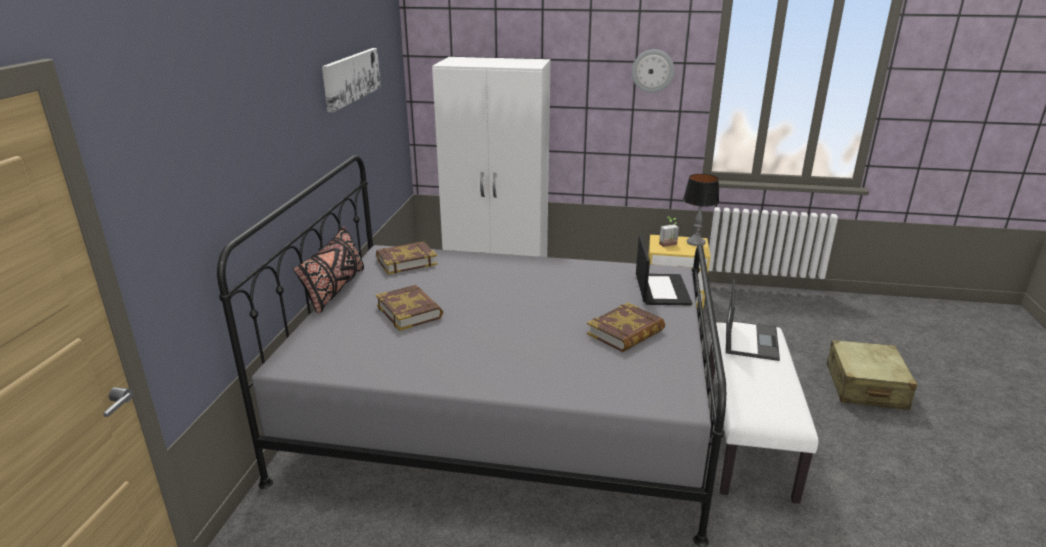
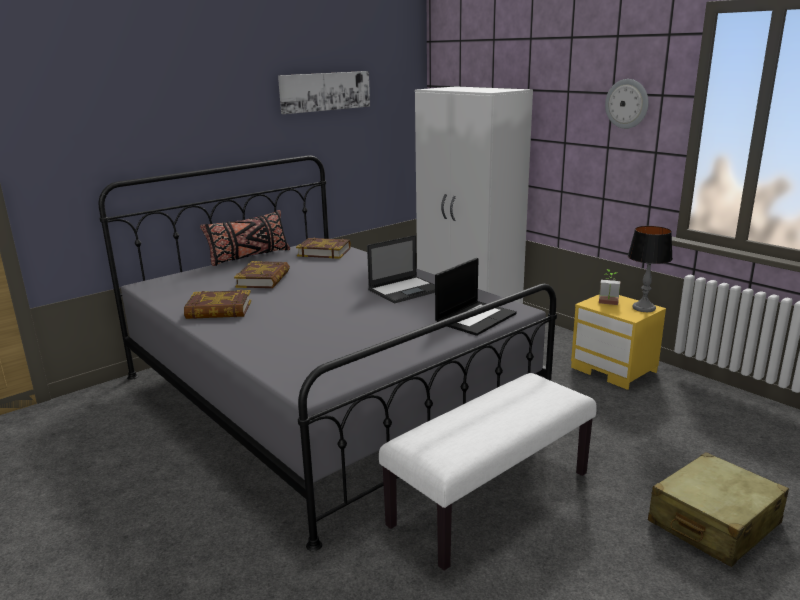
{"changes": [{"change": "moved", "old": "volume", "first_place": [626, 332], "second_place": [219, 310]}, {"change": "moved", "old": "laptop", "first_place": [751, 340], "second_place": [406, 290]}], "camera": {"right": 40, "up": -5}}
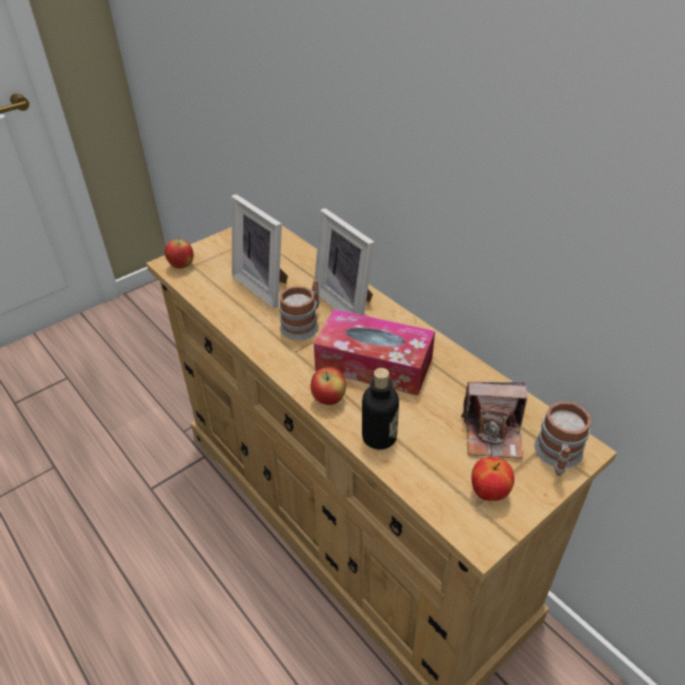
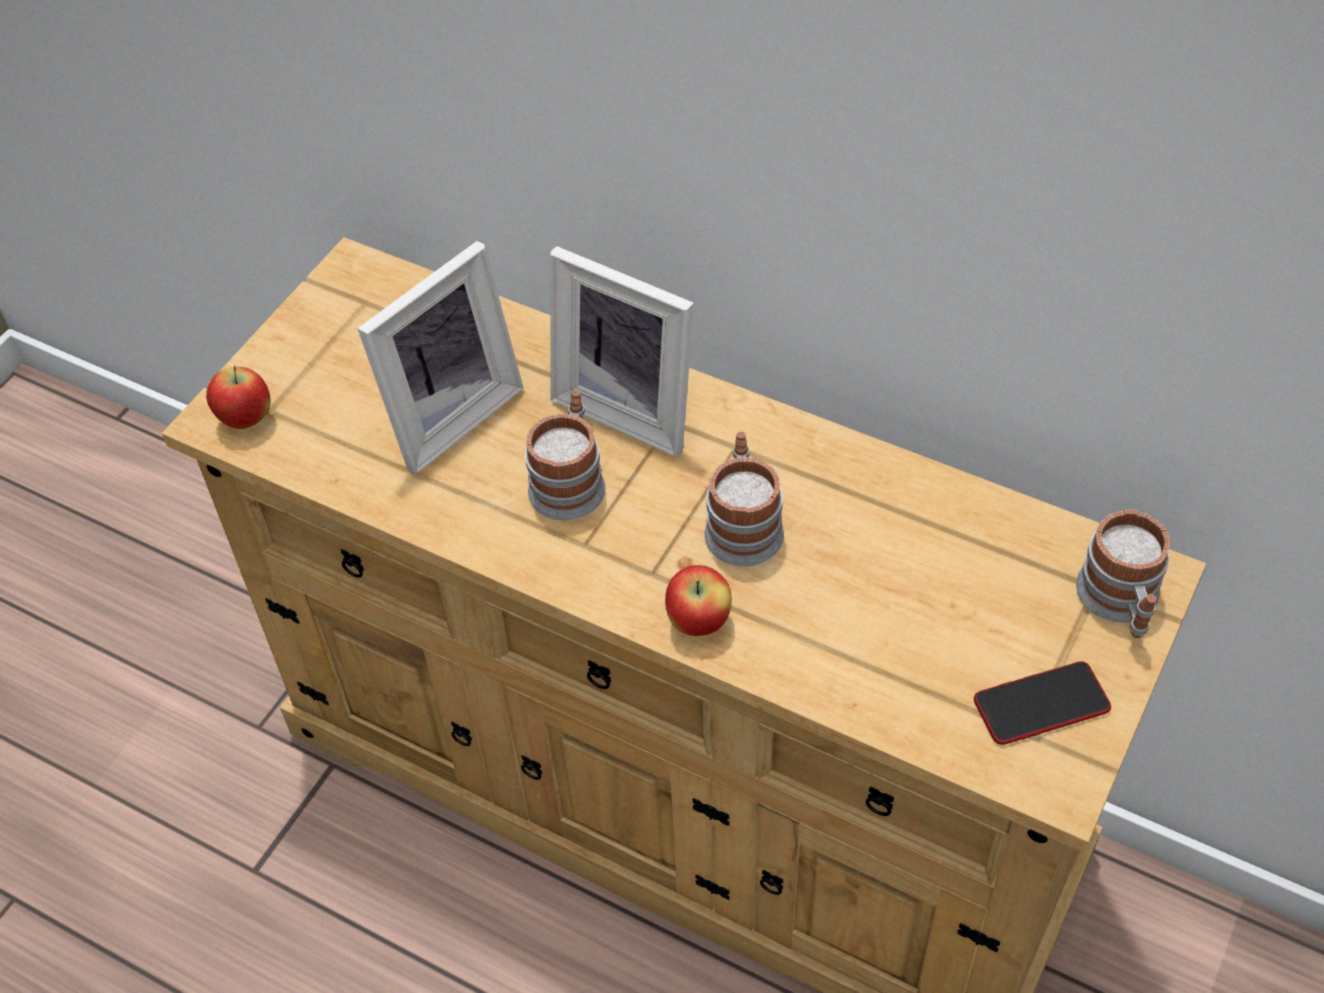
{"changes": [{"change": "removed", "old": "beverage bottle", "first_place": [379, 437]}, {"change": "removed", "old": "photo camera", "first_place": [493, 434]}, {"change": "replaced", "old": "tissue holder", "new": "coffee mug", "first_place": [374, 364], "second_place": [743, 524]}, {"change": "replaced", "old": "apple", "new": "handset", "first_place": [489, 493], "second_place": [1041, 704]}, {"change": "turned", "old": "photo frame", "first_place": [265, 285], "second_place": [447, 415], "degrees": -75}], "camera": {"right": -20, "up": 10}}
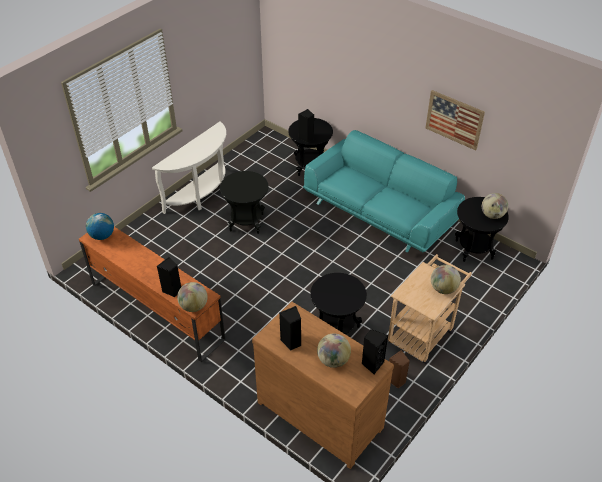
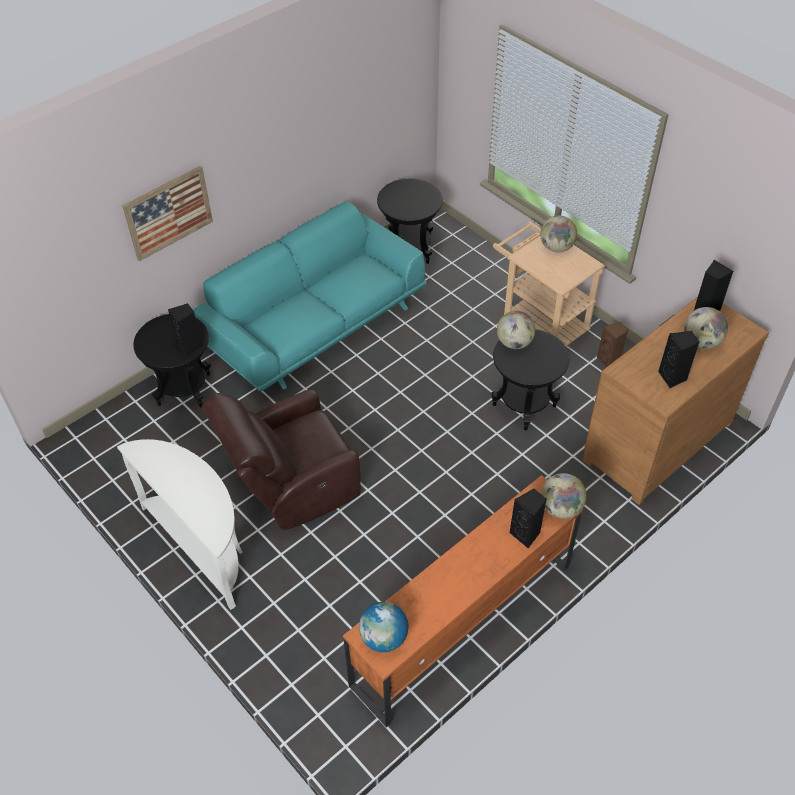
{"changes": [{"change": "moved", "old": "picture", "first_place": [454, 119], "second_place": [168, 213]}, {"change": "moved", "old": "world globe", "first_place": [492, 215], "second_place": [514, 343]}, {"change": "replaced", "old": "side table/blackish", "new": "armchair/brown-coloured", "first_place": [246, 222], "second_place": [292, 486]}], "camera": {"right": -80, "up": 5}}
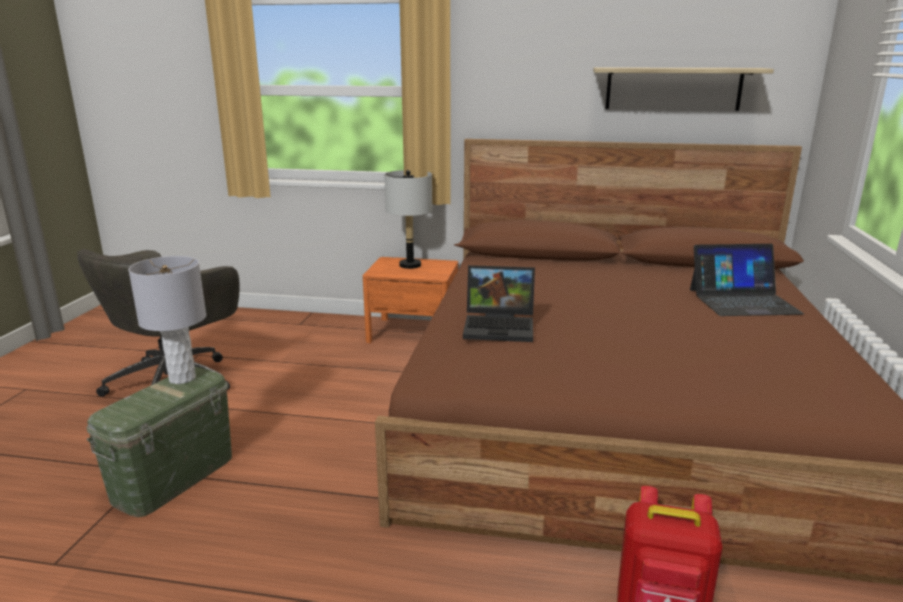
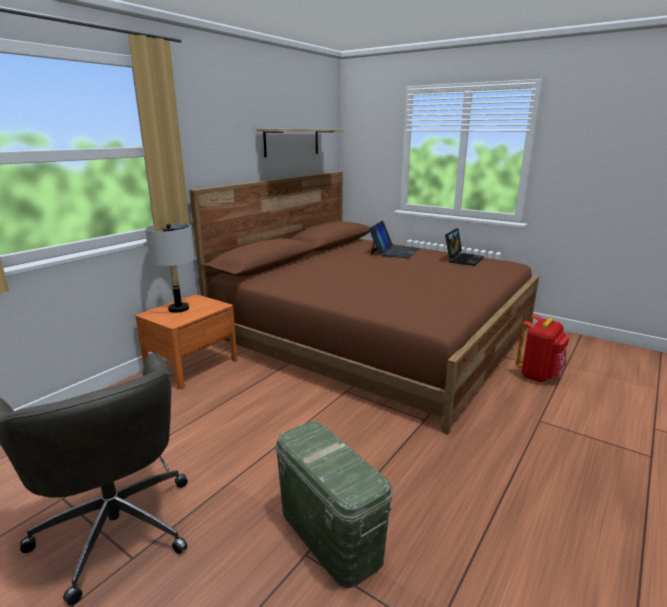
{"changes": [{"change": "removed", "old": "tabletop lamp/grey", "first_place": [182, 378]}, {"change": "moved", "old": "laptop", "first_place": [501, 327], "second_place": [462, 259]}], "camera": {"right": -65, "up": 0}}
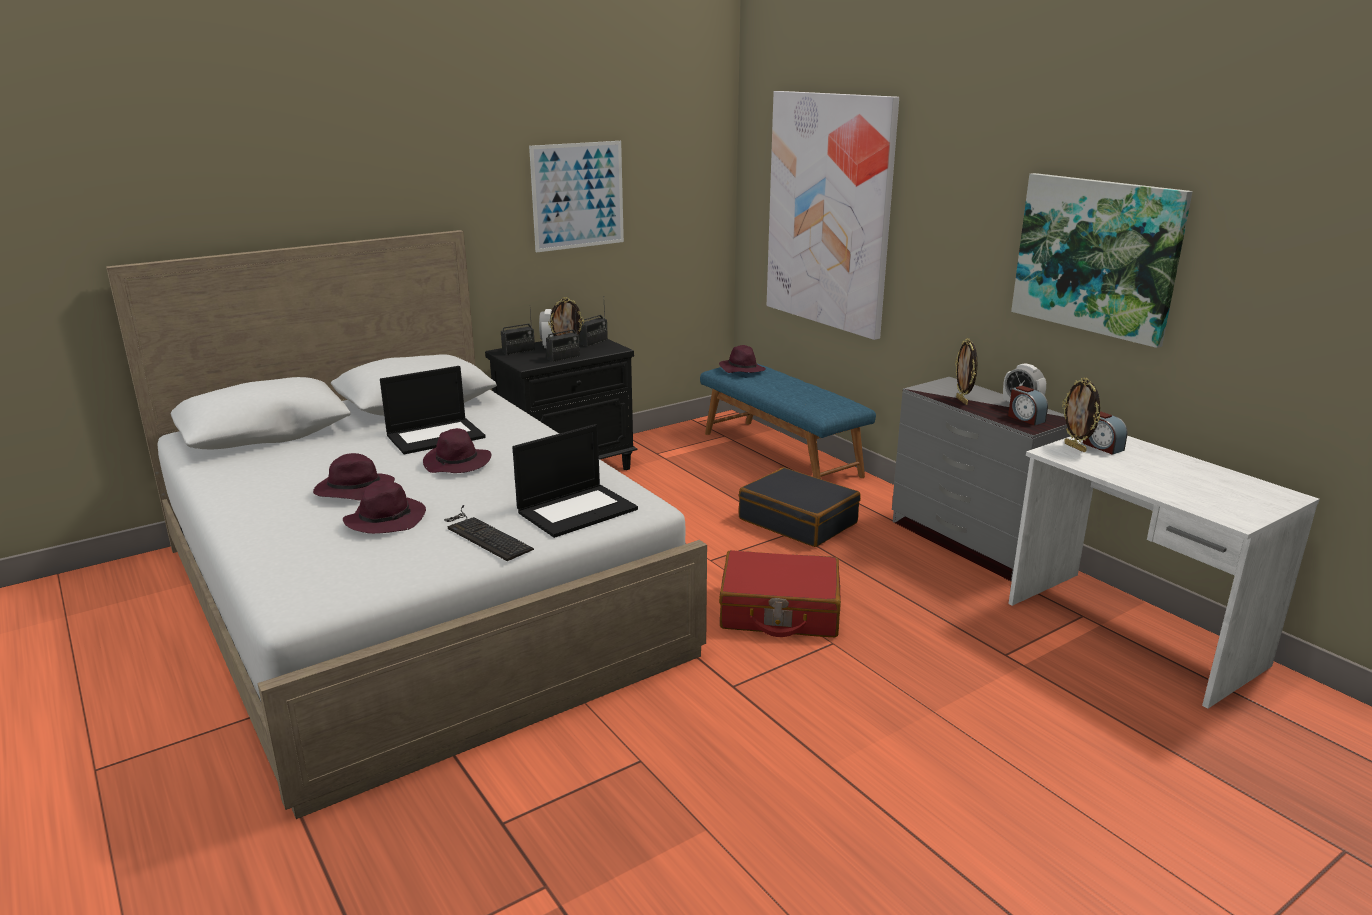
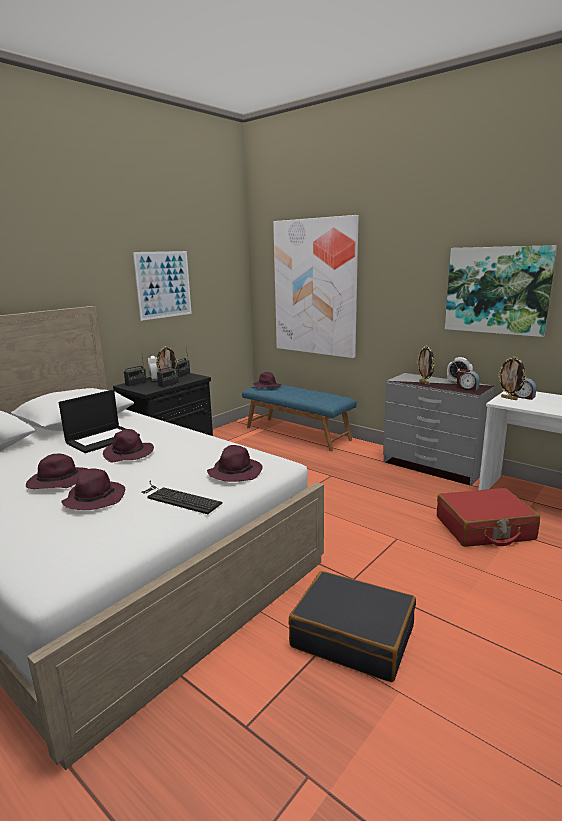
{"changes": [{"change": "moved", "old": "travel case/red-coloured", "first_place": [779, 611], "second_place": [484, 528]}, {"change": "moved", "old": "travel case/blackish", "first_place": [798, 521], "second_place": [353, 636]}, {"change": "replaced", "old": "laptop", "new": "wearable hat/purple-coloured", "first_place": [577, 510], "second_place": [235, 472]}], "camera": {"right": -15, "up": -5}}
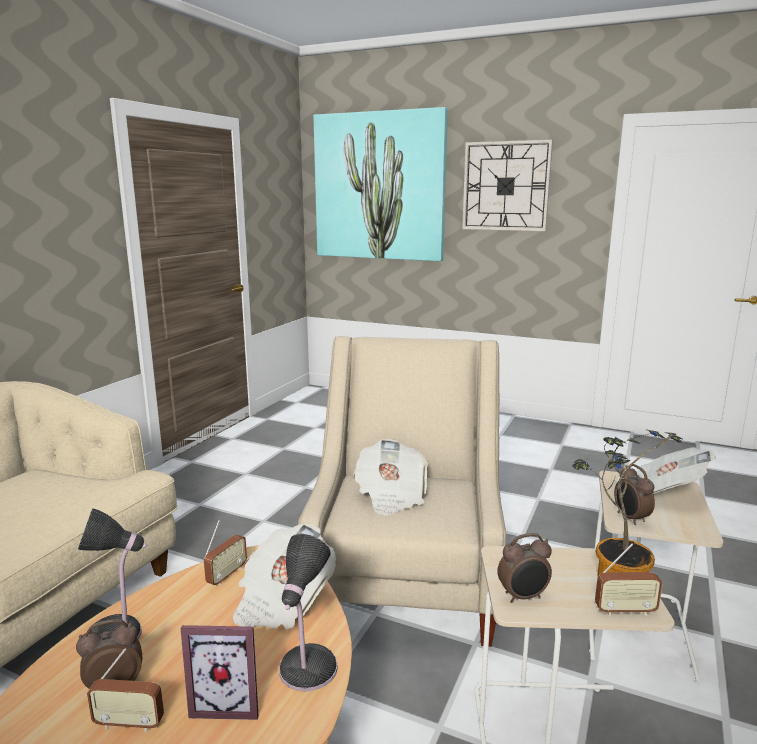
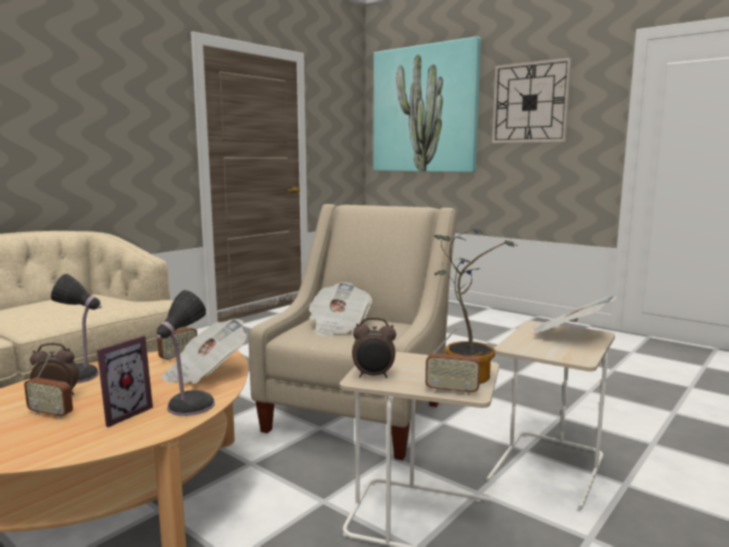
{"changes": [{"change": "removed", "old": "table clock", "first_place": [630, 518]}, {"change": "turned", "old": "photo frame", "first_place": [228, 703], "second_place": [121, 413], "degrees": -75}], "camera": {"right": 15, "up": -5}}
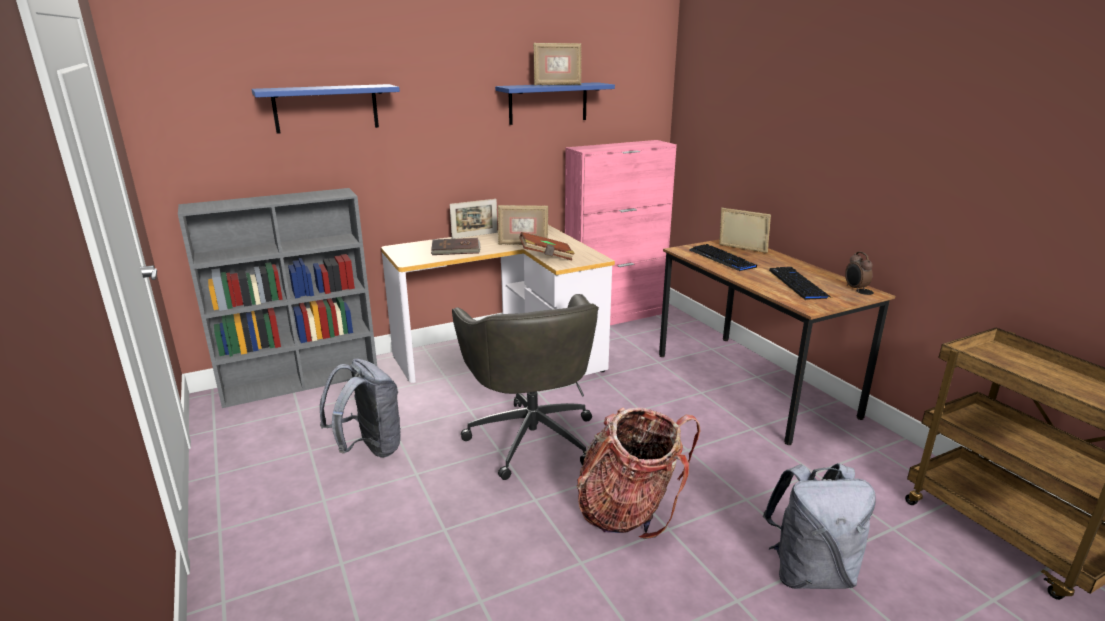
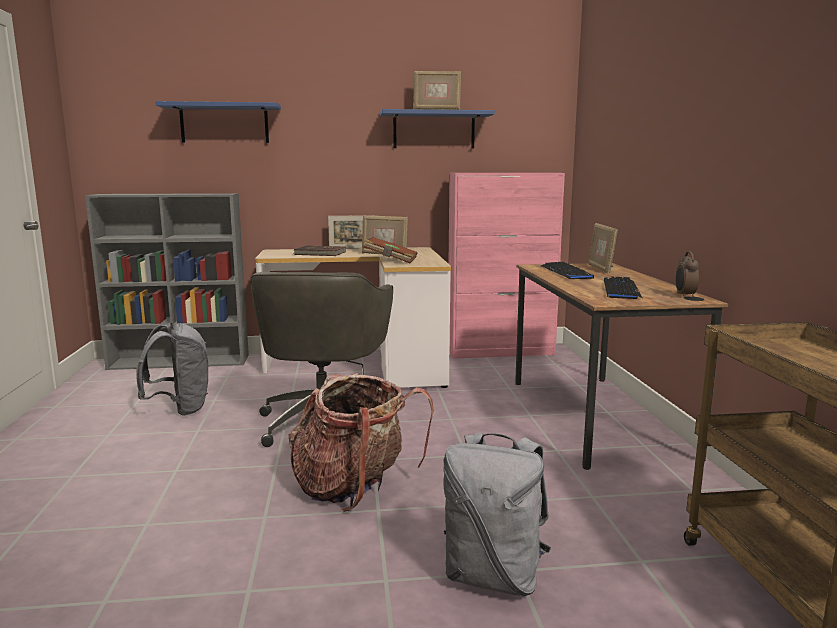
{"changes": [{"change": "turned", "old": "photo frame", "first_place": [742, 249], "second_place": [600, 269], "degrees": -150}], "camera": {"right": 20, "up": -10}}
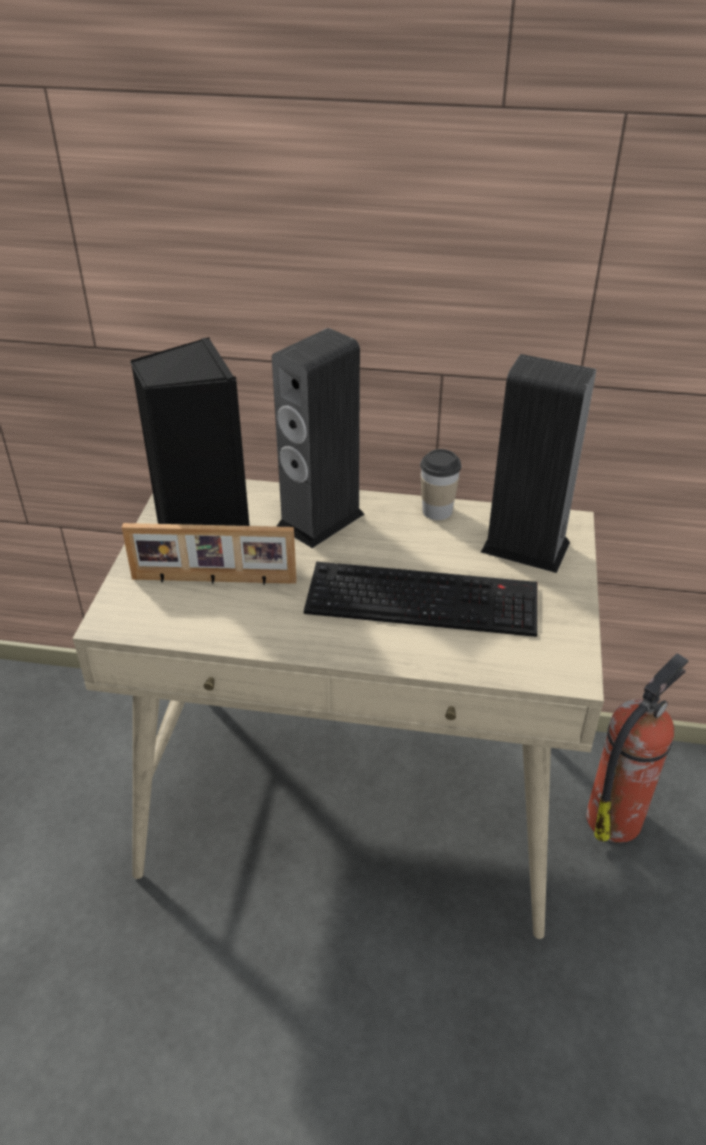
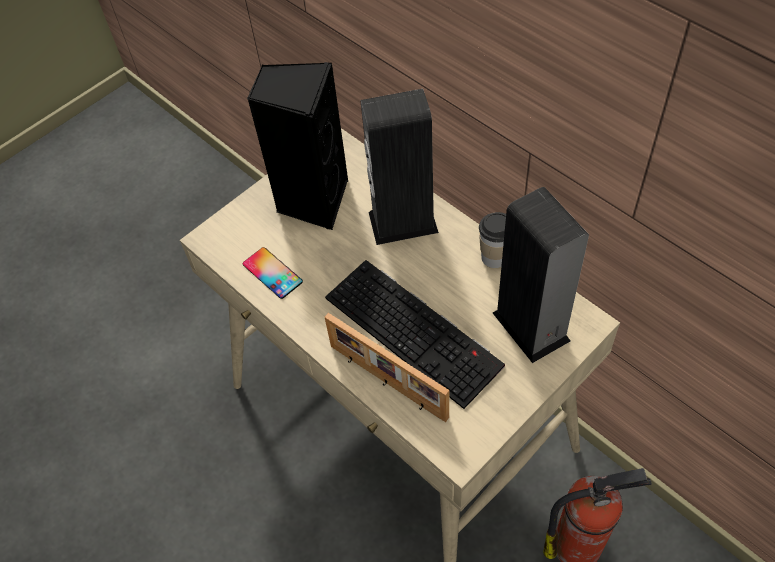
{"changes": [{"change": "added", "new": "handset", "second_place": [272, 273]}, {"change": "moved", "old": "photo frame", "first_place": [213, 581], "second_place": [386, 382]}], "camera": {"right": 40, "up": 15}}
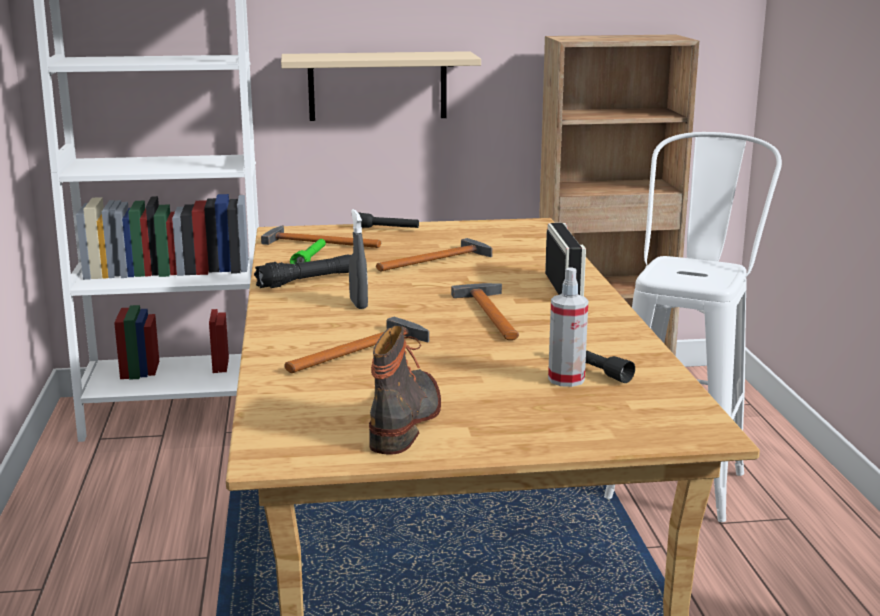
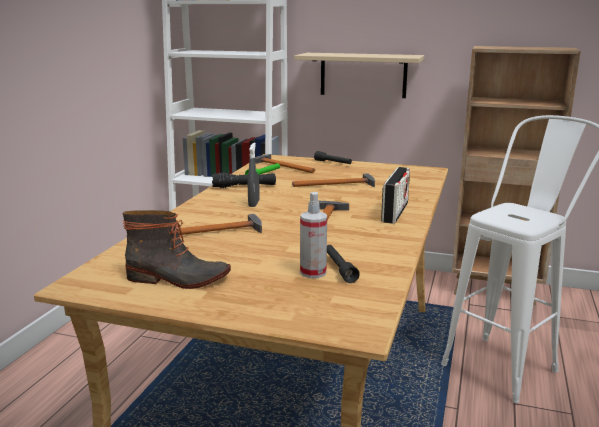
{"changes": [{"change": "turned", "old": "boot", "first_place": [406, 420], "second_place": [177, 279], "degrees": 60}], "camera": {"right": 25, "up": 0}}
